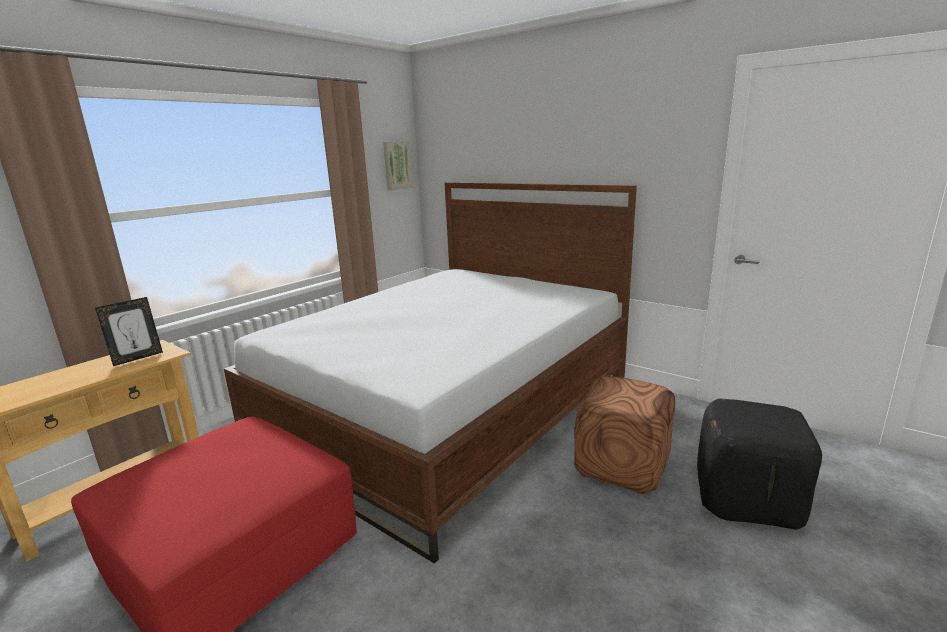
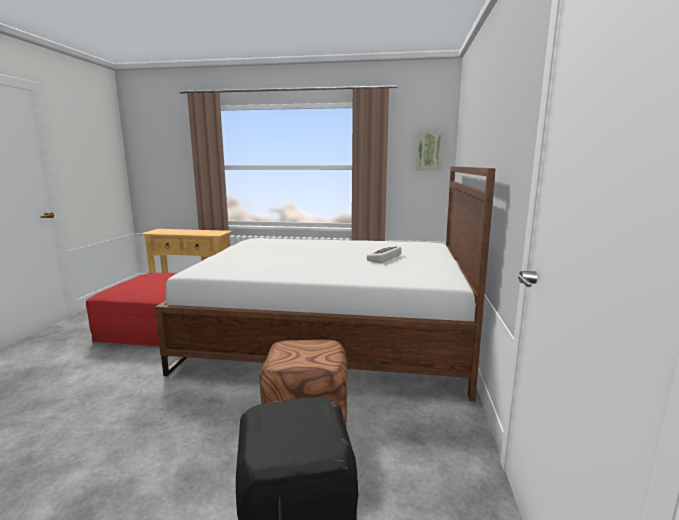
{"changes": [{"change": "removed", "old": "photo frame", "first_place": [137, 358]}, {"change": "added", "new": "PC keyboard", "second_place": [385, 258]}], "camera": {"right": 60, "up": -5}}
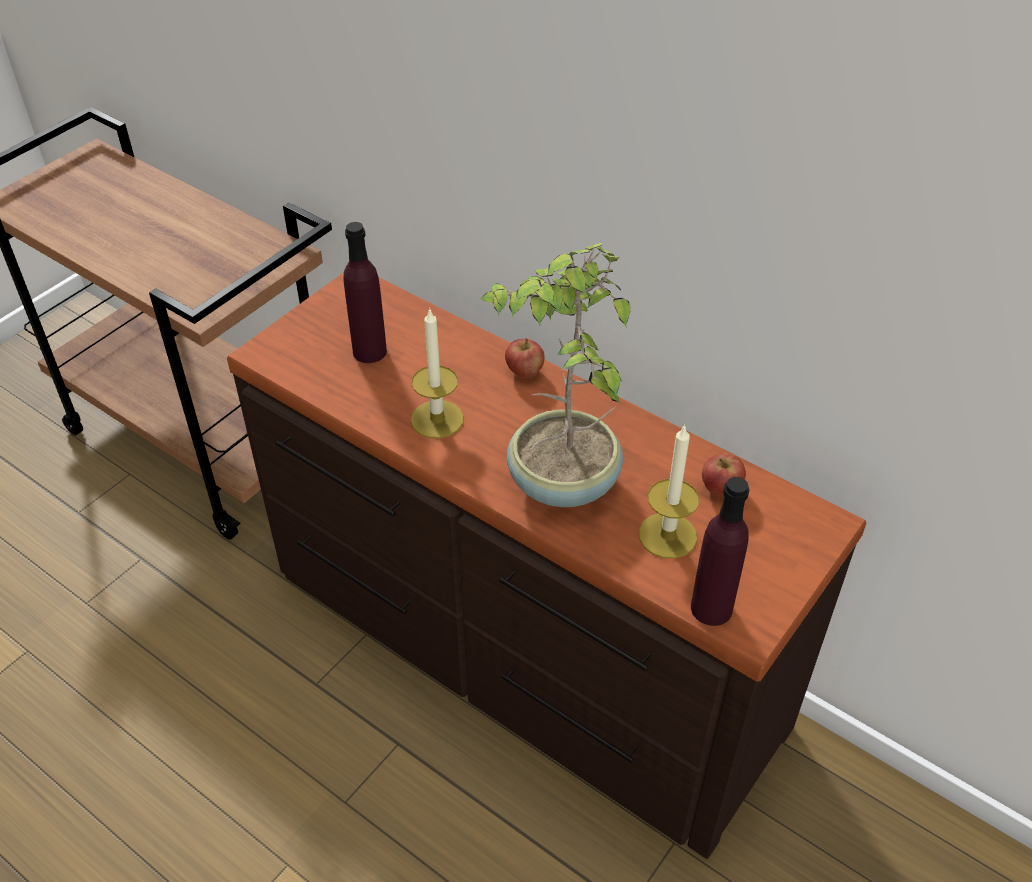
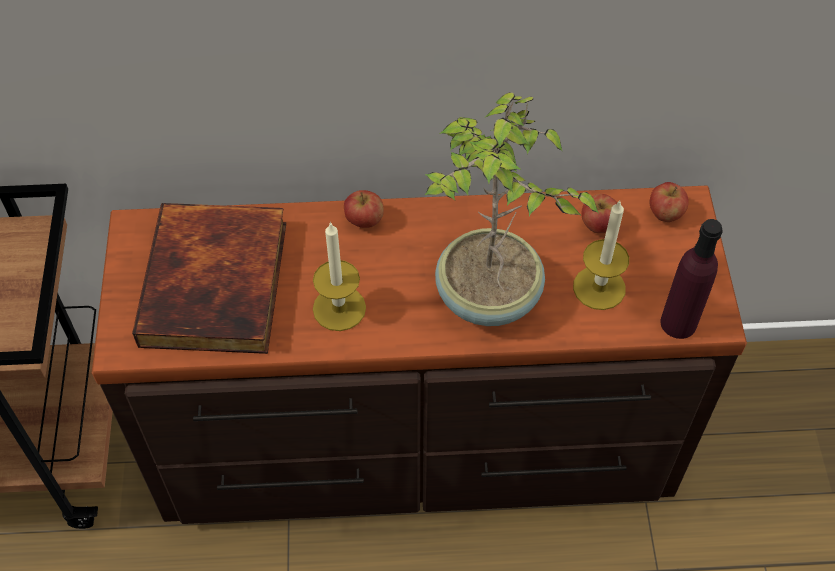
{"changes": [{"change": "added", "new": "apple", "second_place": [665, 214]}, {"change": "replaced", "old": "beverage bottle/purple-coloured", "new": "volume", "first_place": [369, 351], "second_place": [218, 284]}], "camera": {"right": -40, "up": 10}}
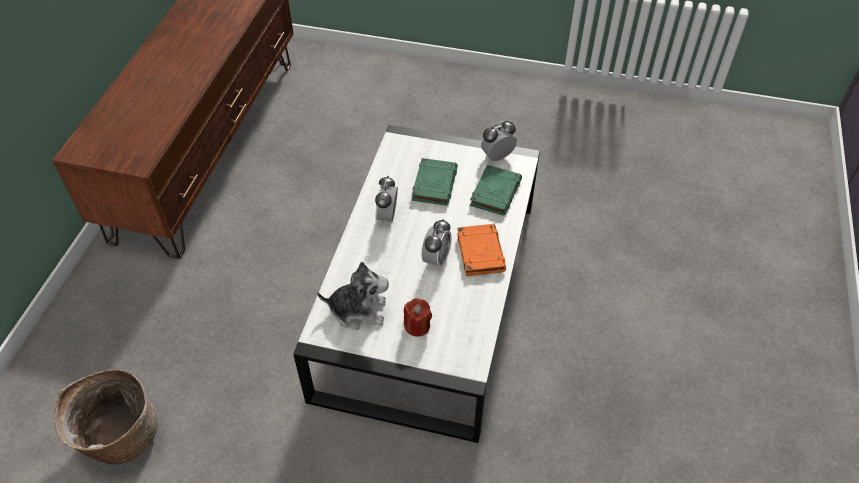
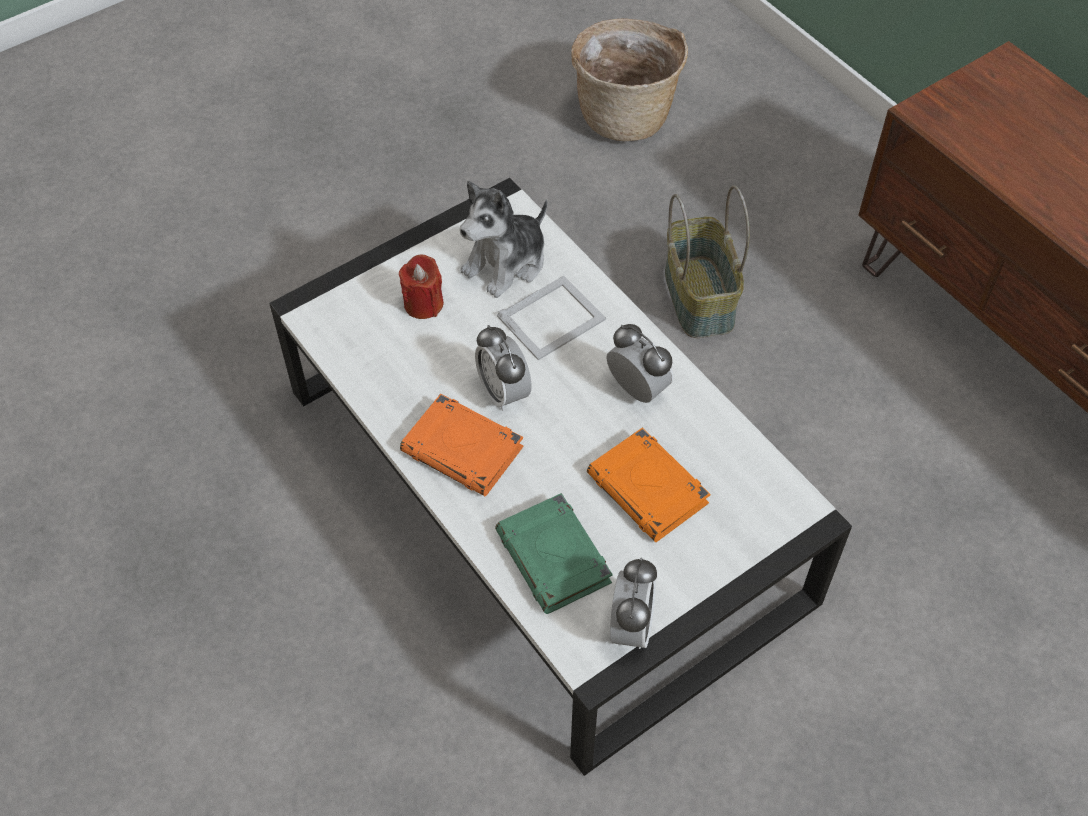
{"changes": [{"change": "added", "new": "photo frame", "second_place": [552, 317]}, {"change": "added", "new": "basket", "second_place": [700, 298]}, {"change": "recoloured", "old": "volume/green-coloured", "new": "volume/orange-coloured", "first_place": [434, 184], "second_place": [649, 490]}], "camera": {"right": 130, "up": 5}}
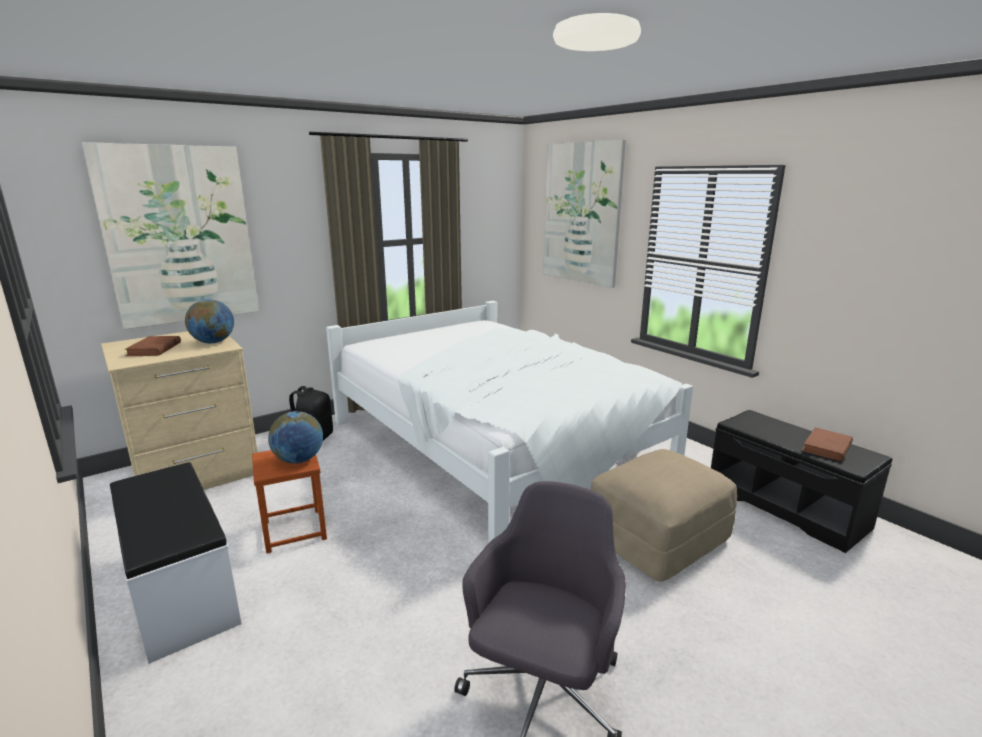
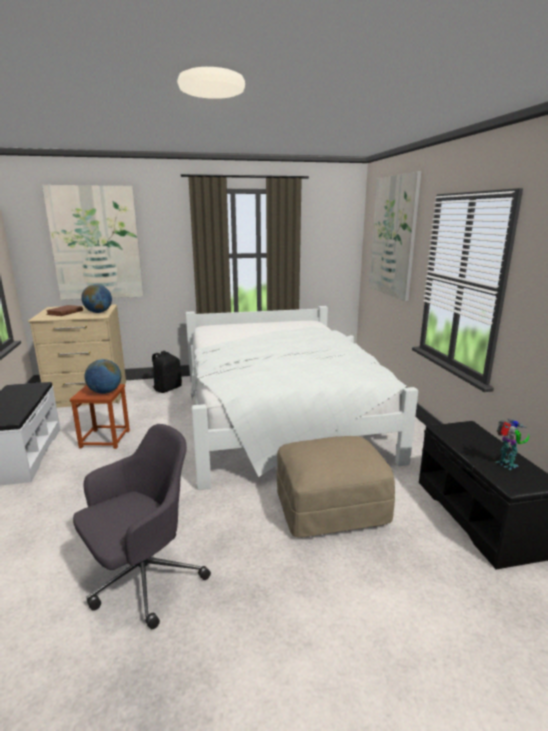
{"changes": [{"change": "replaced", "old": "volume/brown-coloured", "new": "model robot", "first_place": [827, 447], "second_place": [506, 465]}], "camera": {"right": 25, "up": 0}}
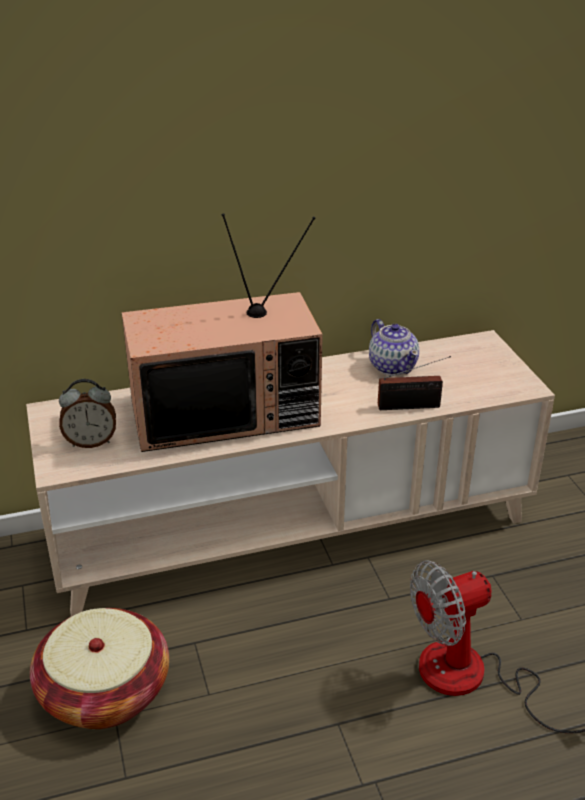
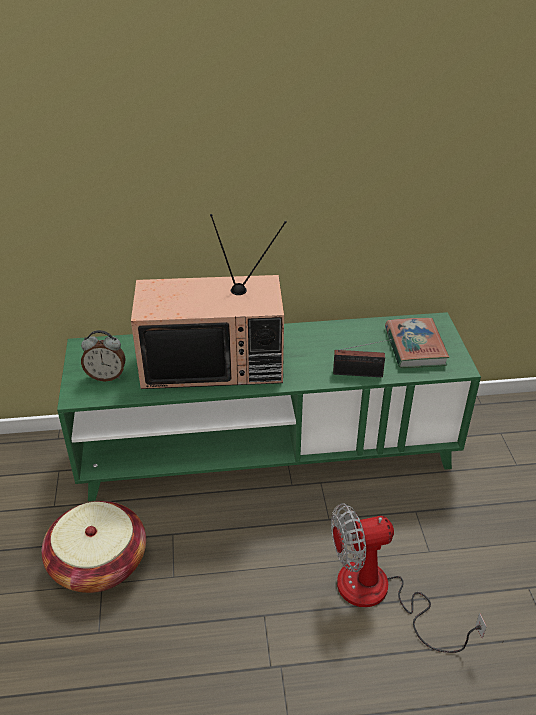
{"changes": [{"change": "removed", "old": "tea pot", "first_place": [393, 366]}, {"change": "added", "new": "volume", "second_place": [415, 347]}, {"change": "recoloured", "old": "media console/sand-coloured", "new": "media console/green-coloured", "first_place": [292, 529], "second_place": [268, 452]}], "camera": {"right": 10, "up": 5}}
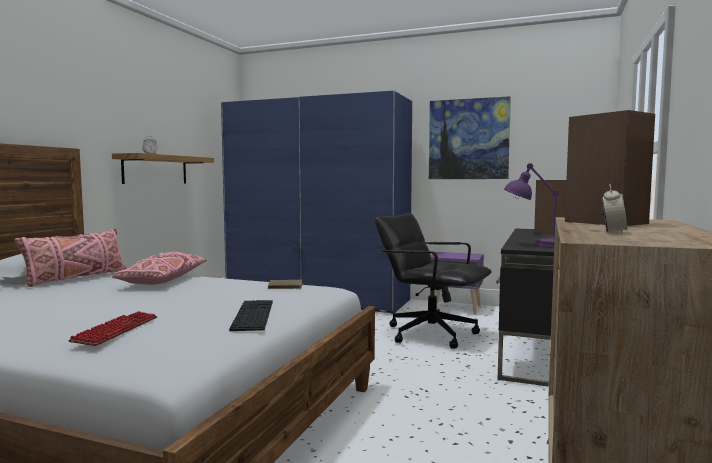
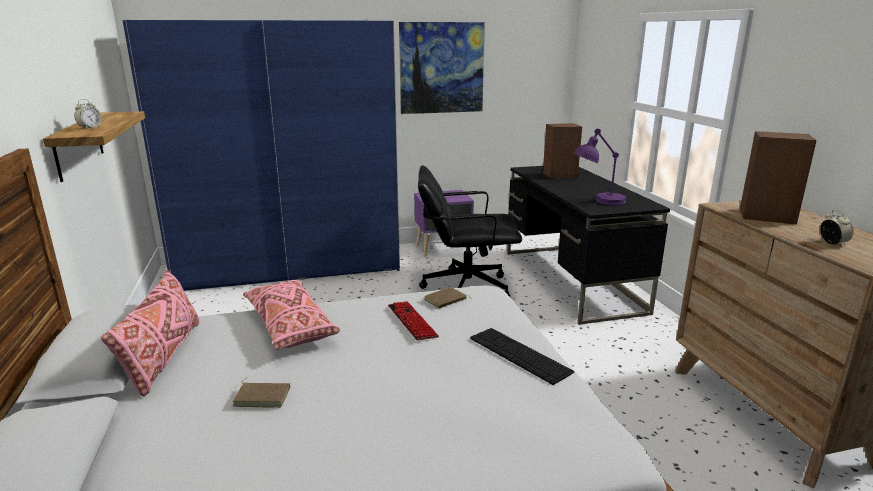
{"changes": [{"change": "added", "new": "volume/brown-coloured", "second_place": [263, 396]}, {"change": "moved", "old": "PC keyboard", "first_place": [116, 330], "second_place": [412, 322]}], "camera": {"right": -35, "up": 15}}
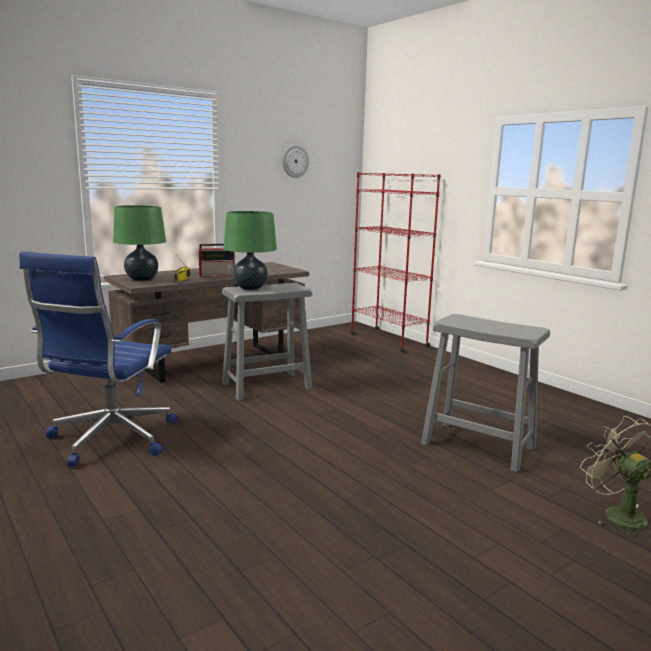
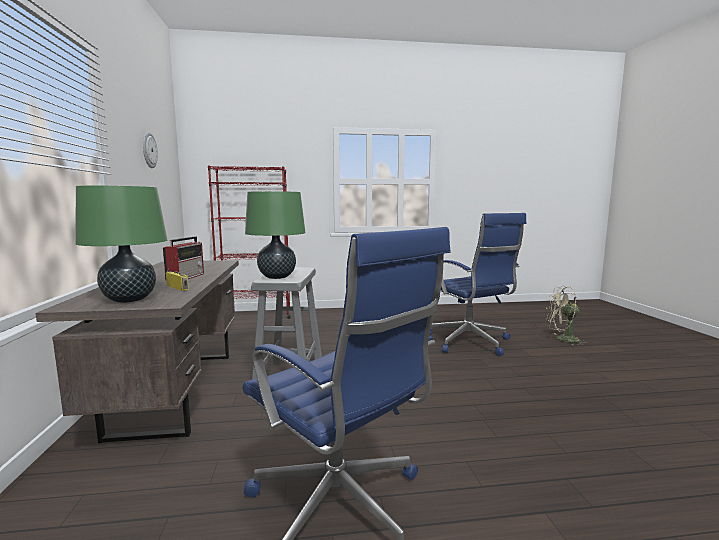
{"changes": [{"change": "replaced", "old": "stool/grey", "new": "office chair/blue", "first_place": [477, 445], "second_place": [470, 342]}], "camera": {"right": -60, "up": -5}}
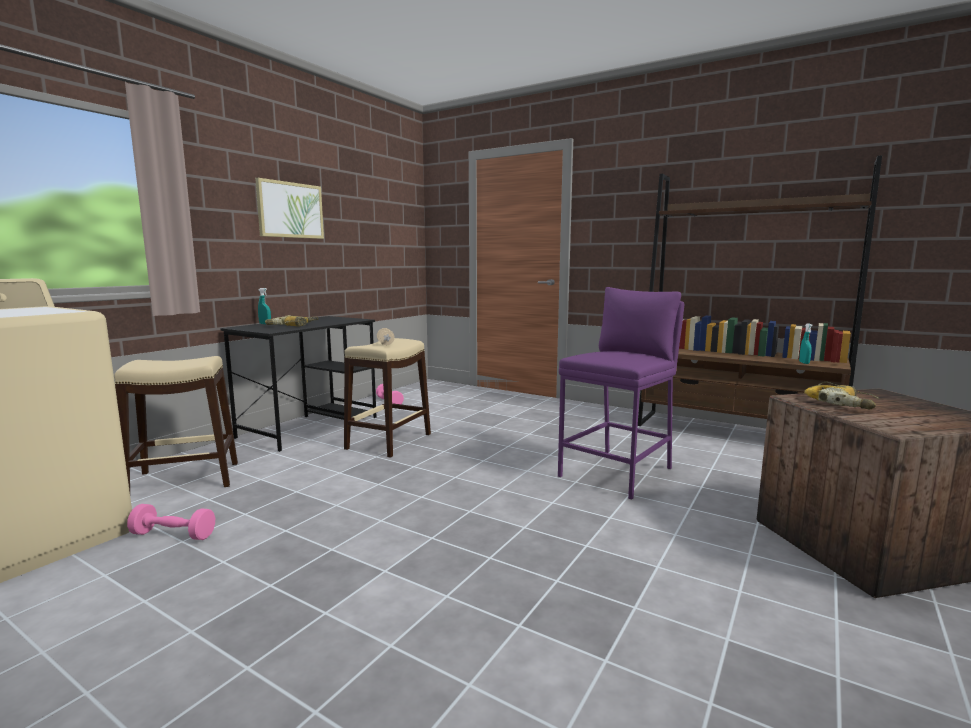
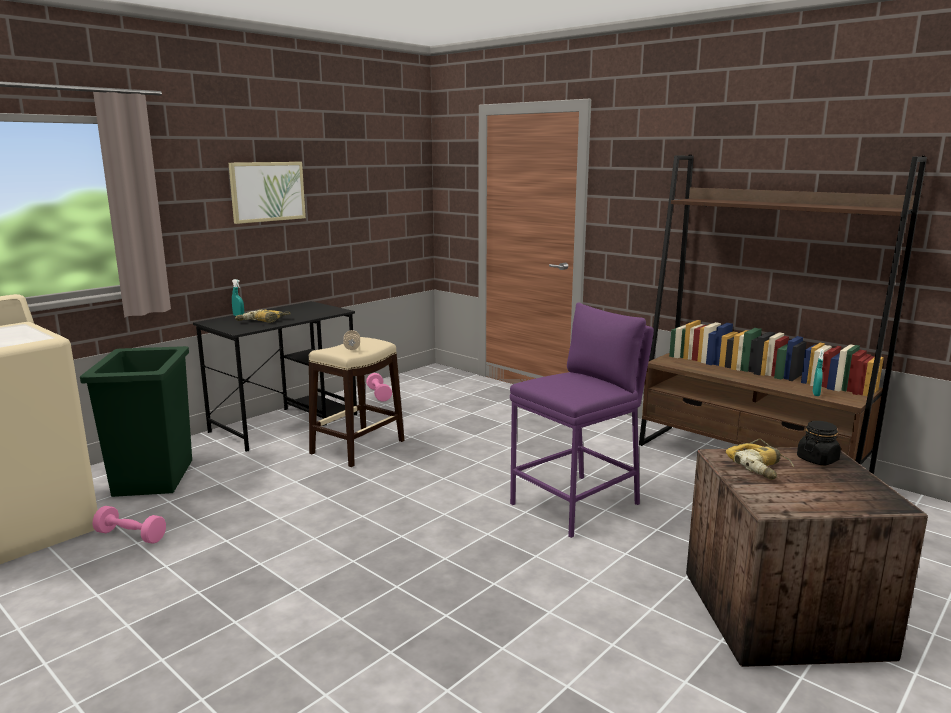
{"changes": [{"change": "added", "new": "storage jar/blackish", "second_place": [817, 459]}, {"change": "replaced", "old": "stool/sand-coloured", "new": "waste bin/green-coloured", "first_place": [185, 480], "second_place": [152, 478]}], "camera": {"right": 10, "up": 5}}
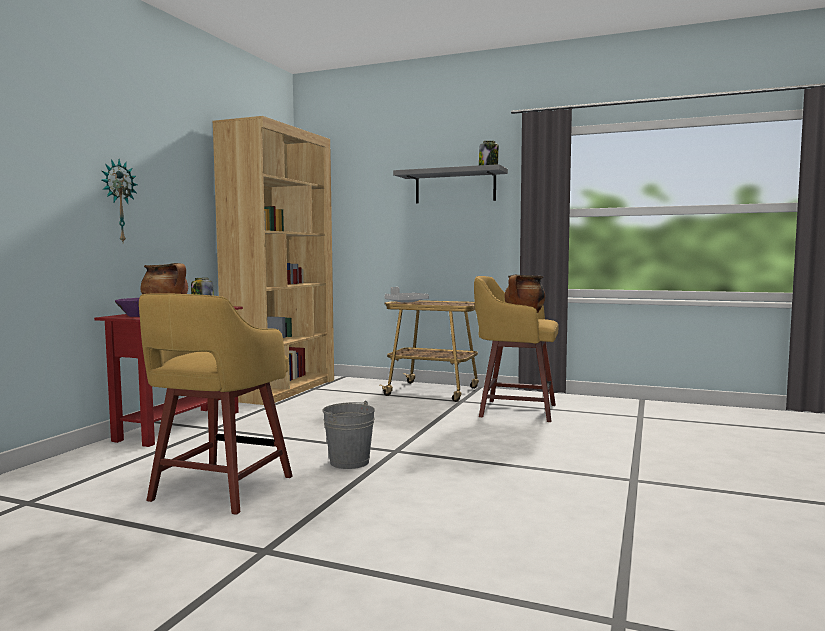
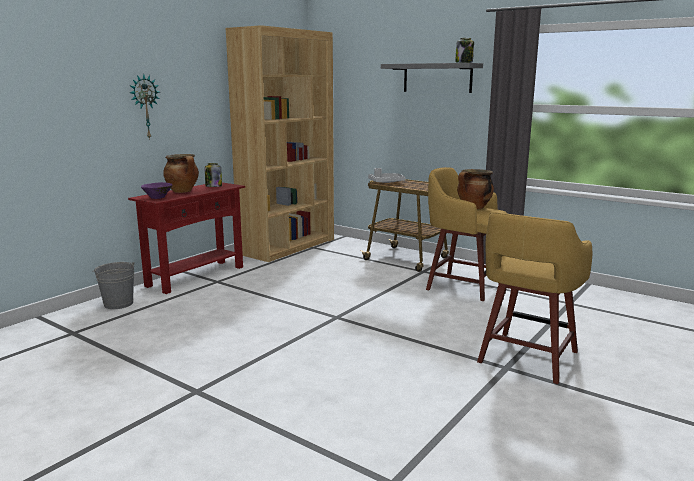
{"changes": [{"change": "moved", "old": "stool/yellow", "first_place": [219, 490], "second_place": [526, 358]}, {"change": "moved", "old": "pail/grey", "first_place": [349, 462], "second_place": [118, 304]}], "camera": {"right": 15, "up": 10}}
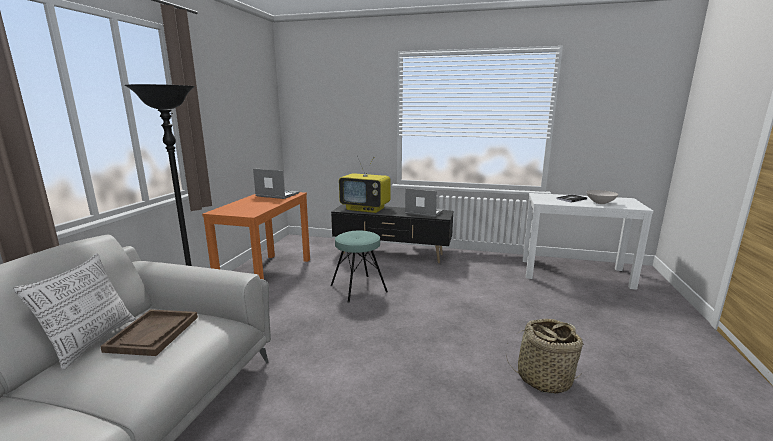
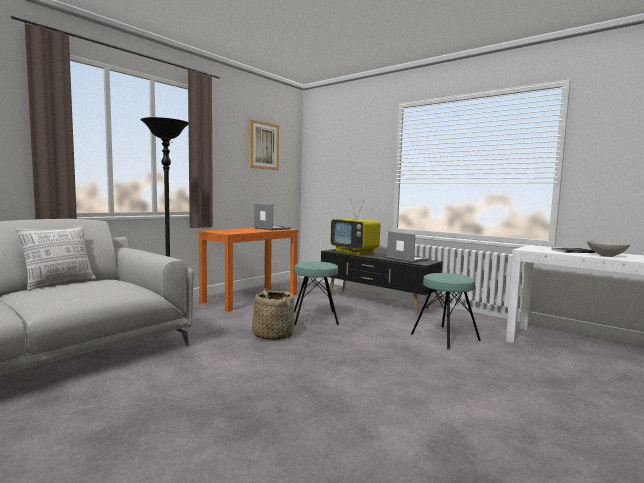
{"changes": [{"change": "removed", "old": "carrying tray/brown-coloured", "first_place": [153, 334]}, {"change": "added", "new": "picture", "second_place": [264, 145]}, {"change": "added", "new": "stool/turquoise", "second_place": [445, 337]}, {"change": "moved", "old": "basket", "first_place": [543, 378], "second_place": [272, 335]}], "camera": {"right": 25, "up": -10}}
